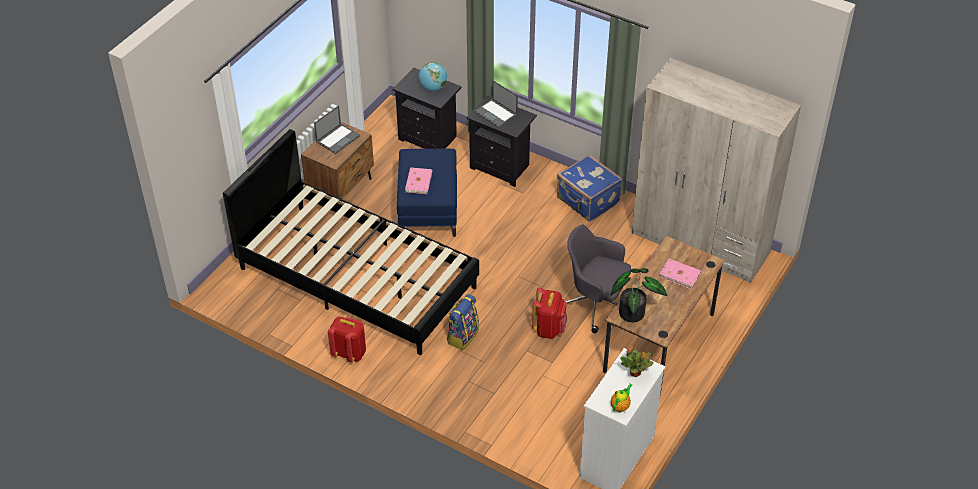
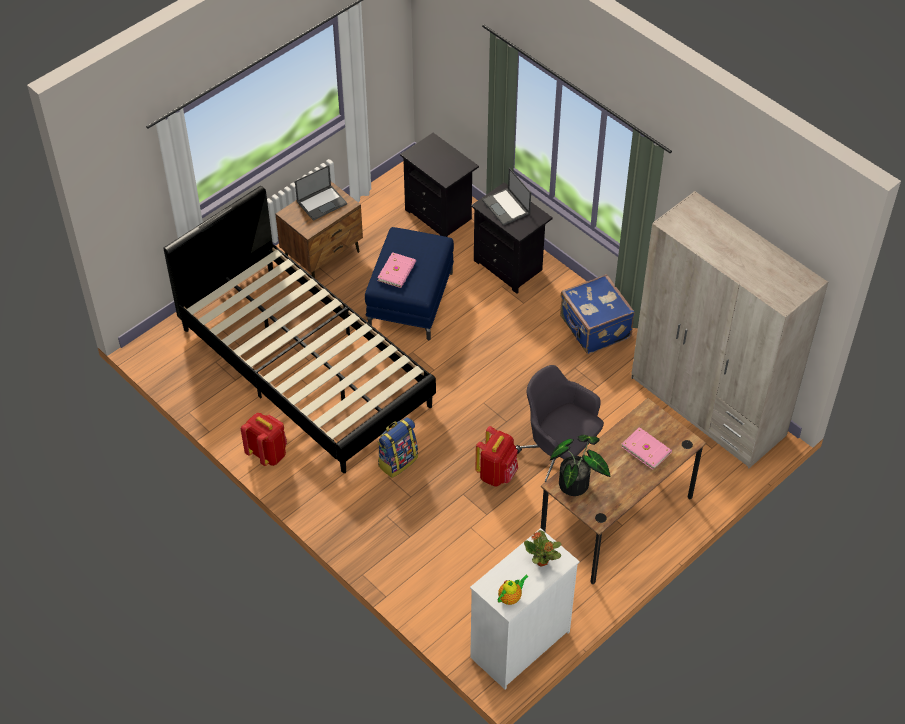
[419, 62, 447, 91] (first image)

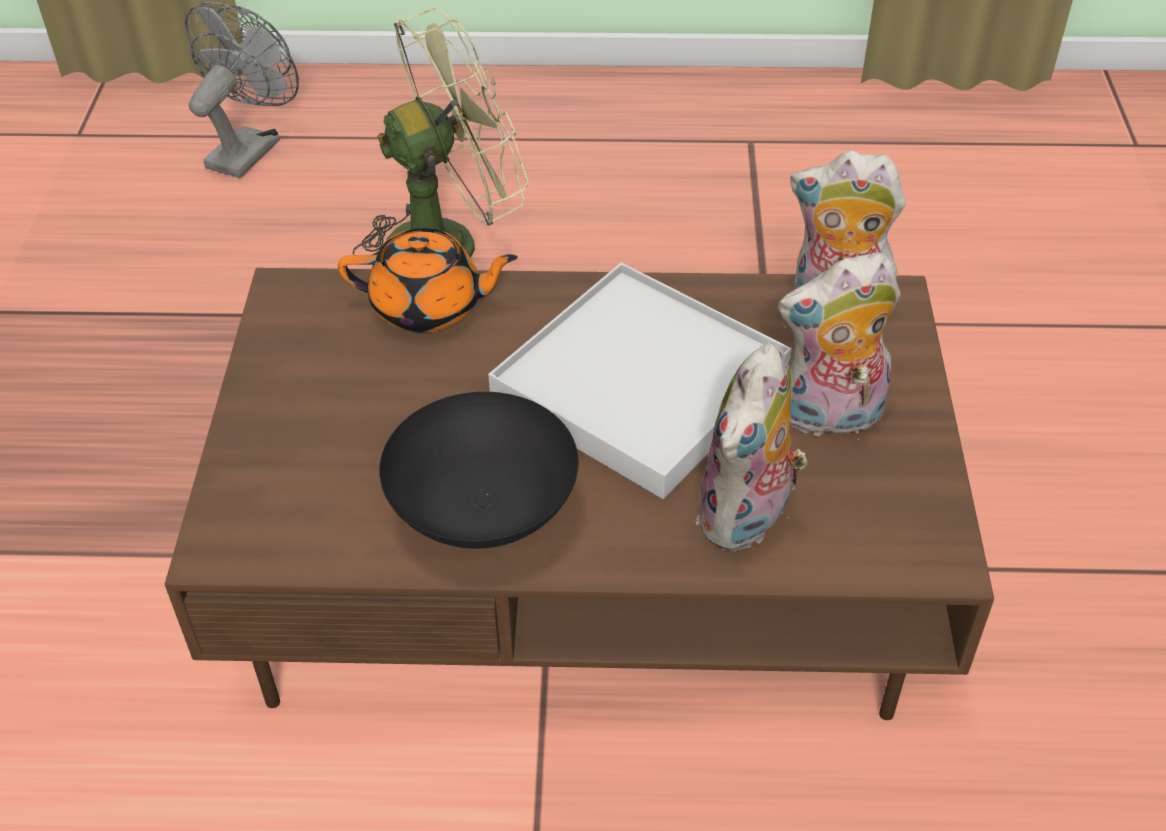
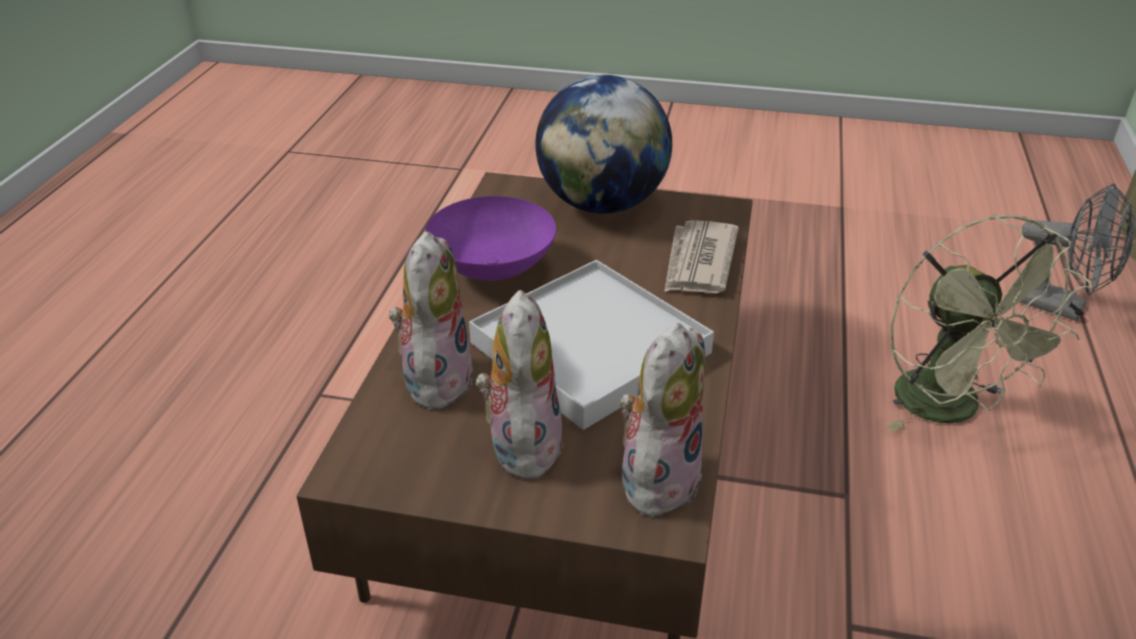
[664, 220, 739, 293]
[425, 196, 556, 281]
[387, 231, 473, 412]
[535, 75, 672, 214]

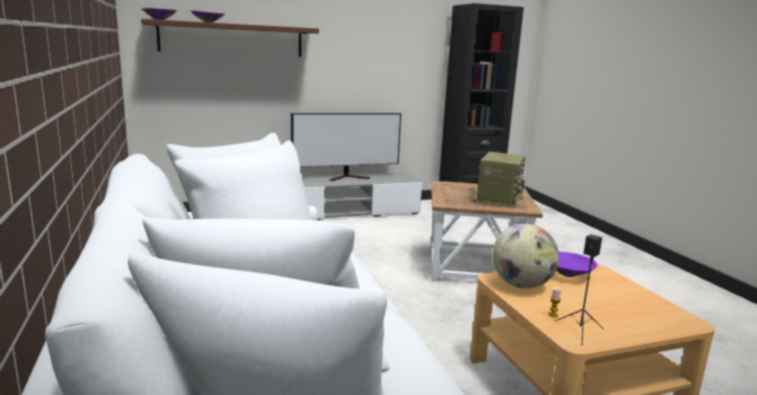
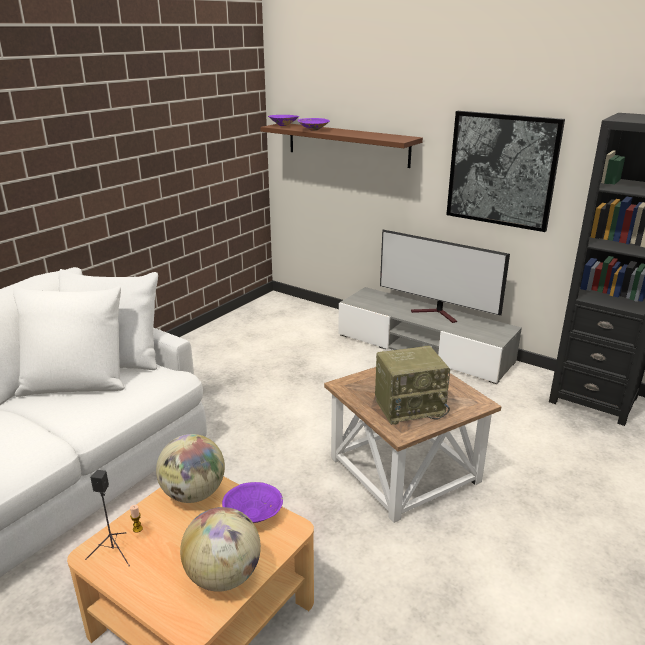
[180, 507, 261, 592]
[446, 111, 565, 232]

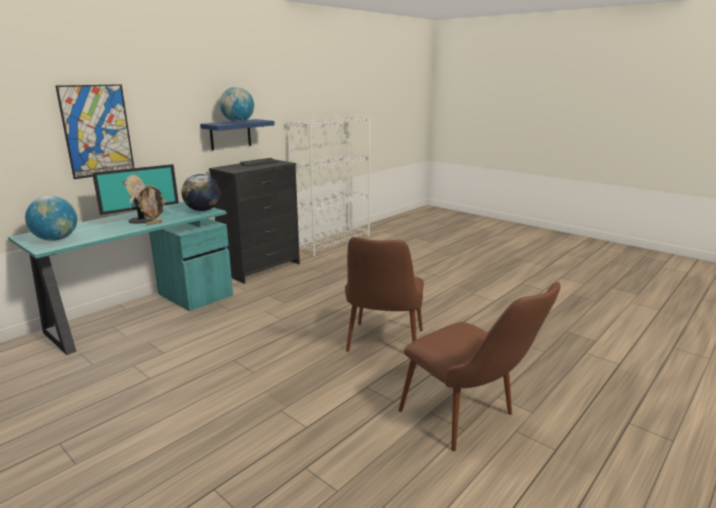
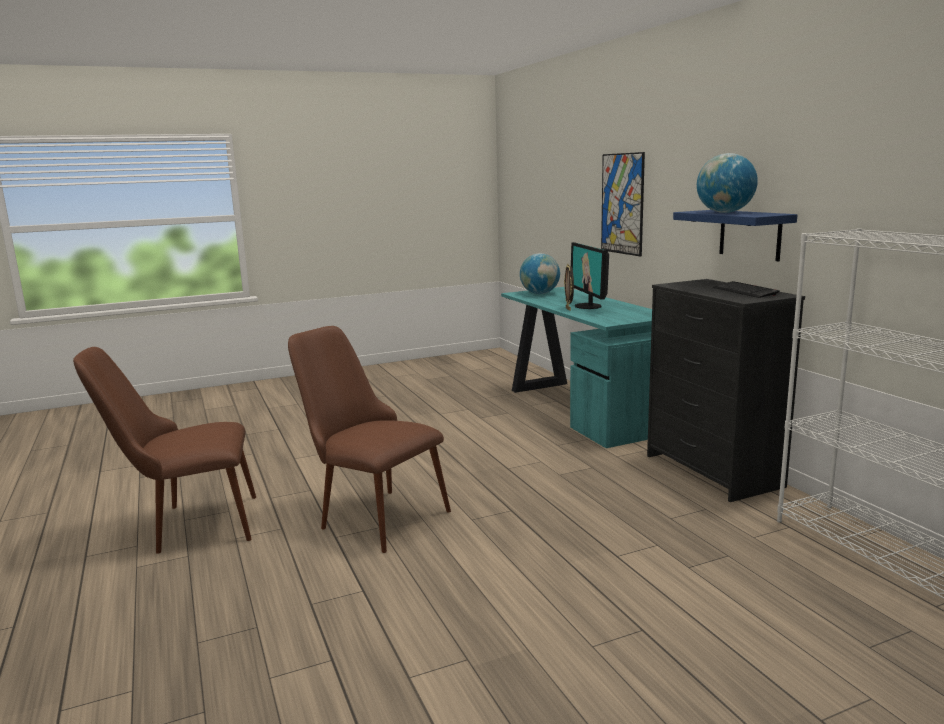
[181, 174, 220, 211] (first image)

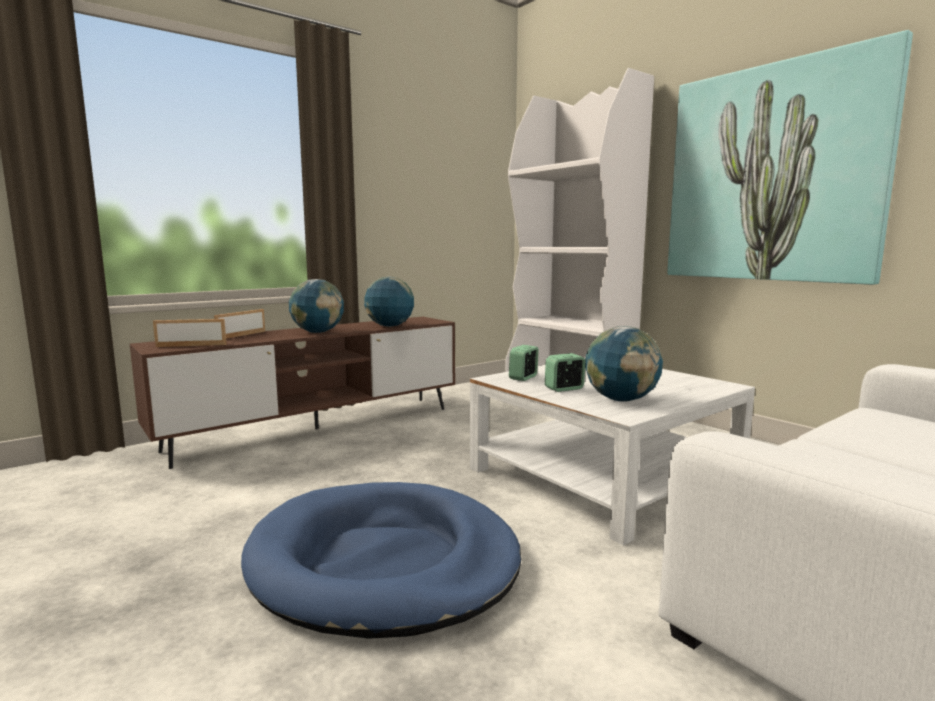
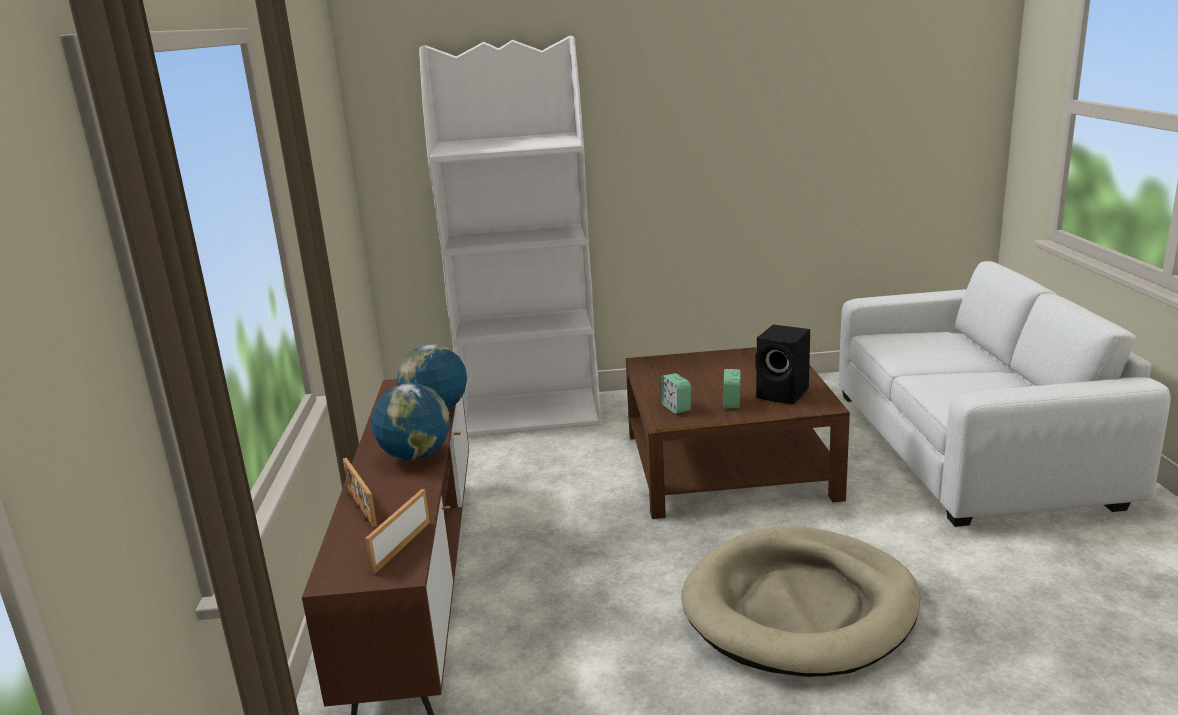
[681, 526, 920, 677]
[626, 347, 850, 519]
[755, 325, 810, 404]
[667, 30, 913, 285] (first image)

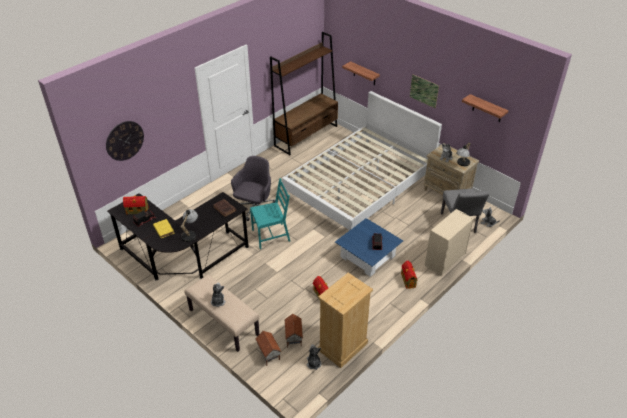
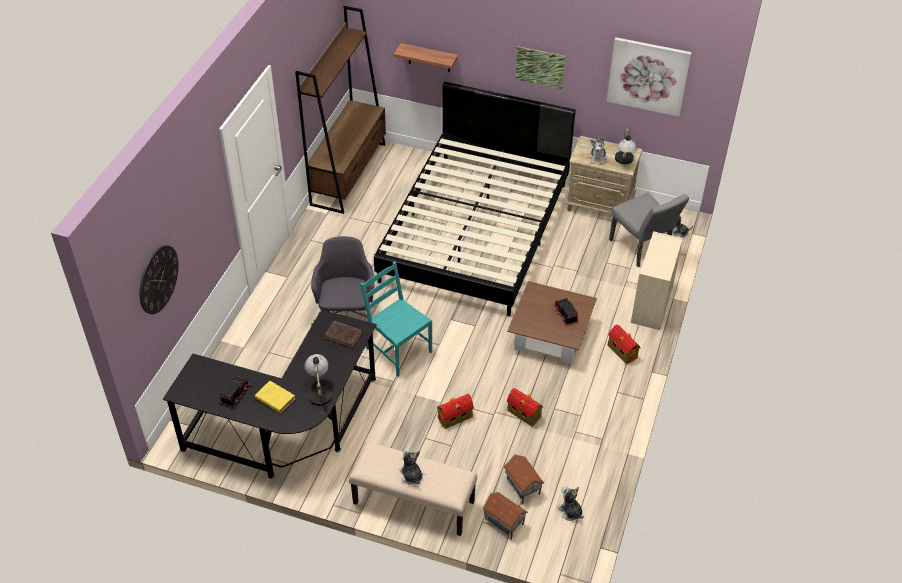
[437, 394, 474, 429]
[360, 261, 432, 376]
[374, 82, 576, 316]
[318, 272, 373, 368] (first image)
[507, 281, 597, 364]
[607, 37, 692, 117]

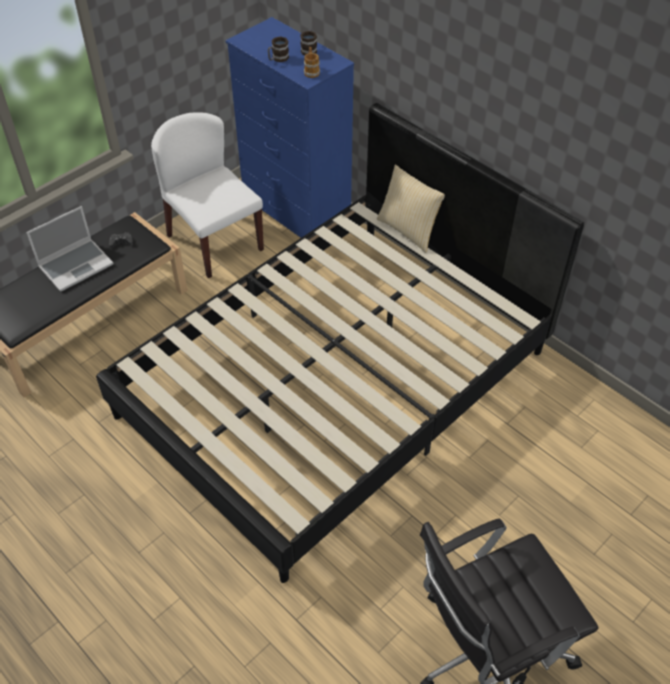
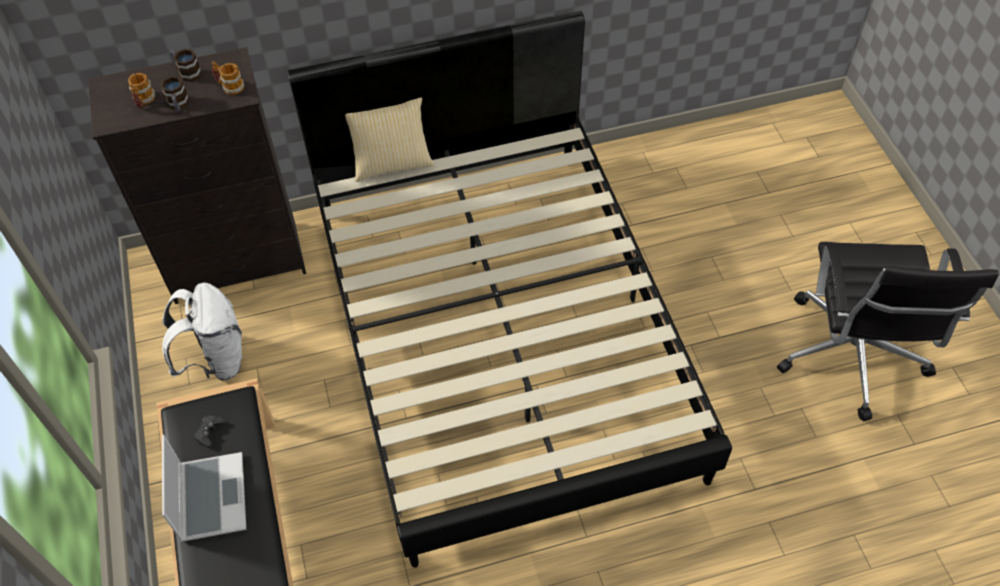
[162, 283, 243, 381]
[88, 47, 306, 304]
[128, 73, 155, 109]

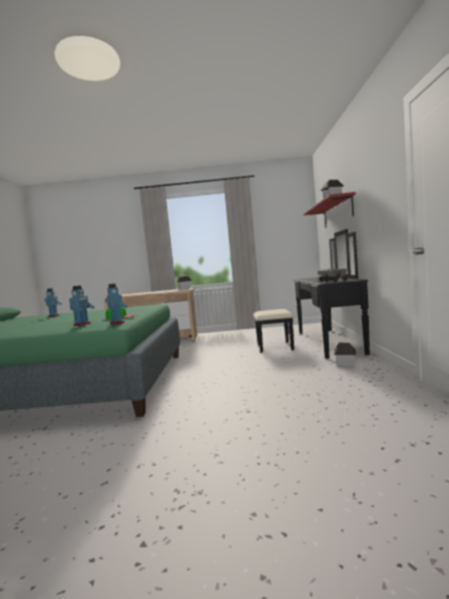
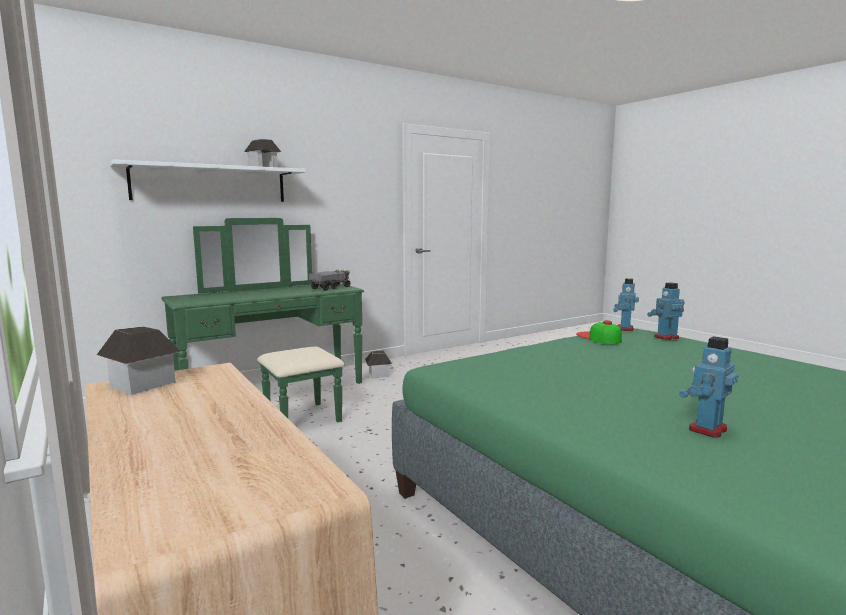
[161, 218, 364, 422]
[110, 159, 306, 202]

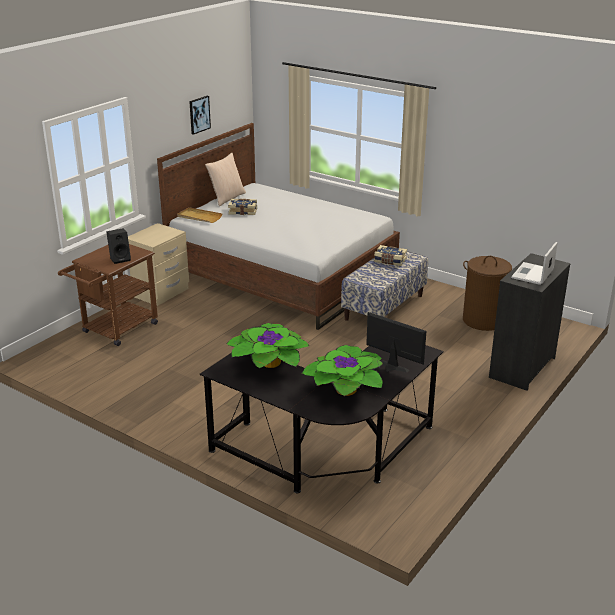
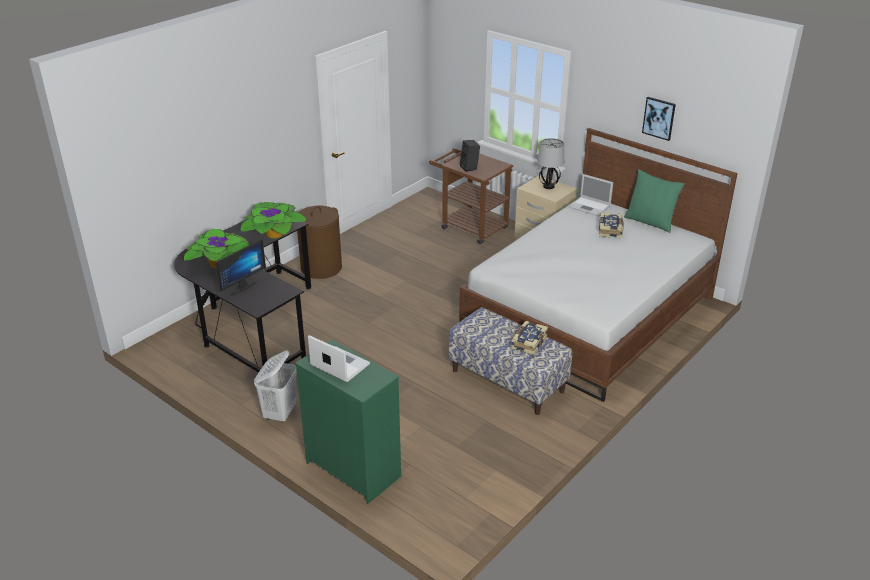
[569, 174, 613, 216]
[624, 169, 685, 233]
[297, 206, 342, 279]
[295, 340, 401, 504]
[254, 351, 297, 422]
[537, 138, 564, 189]

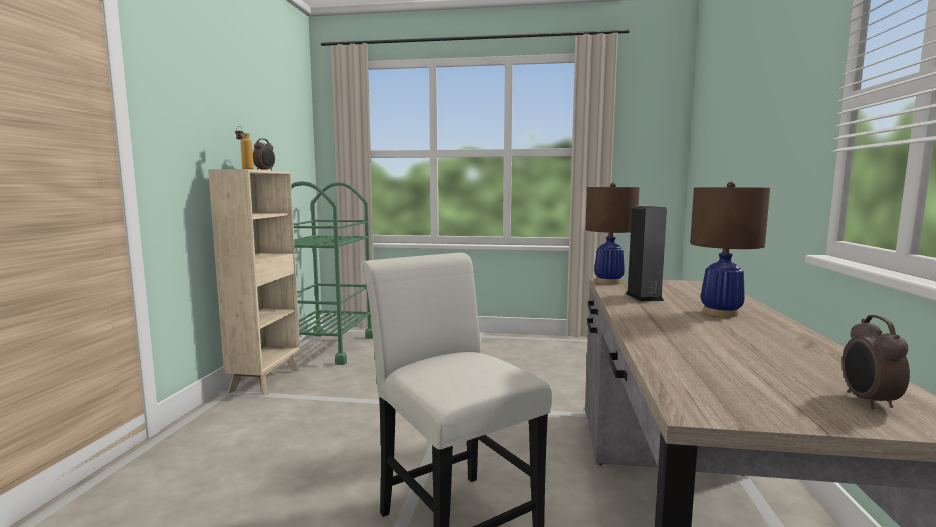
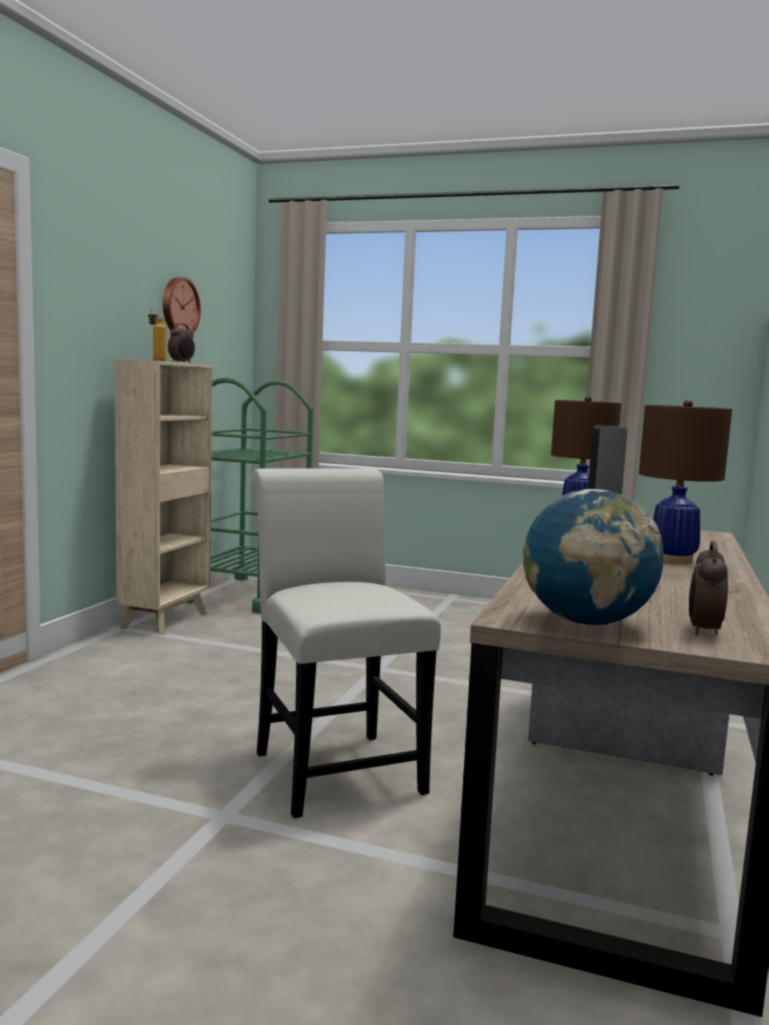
[163, 277, 201, 333]
[523, 489, 664, 626]

